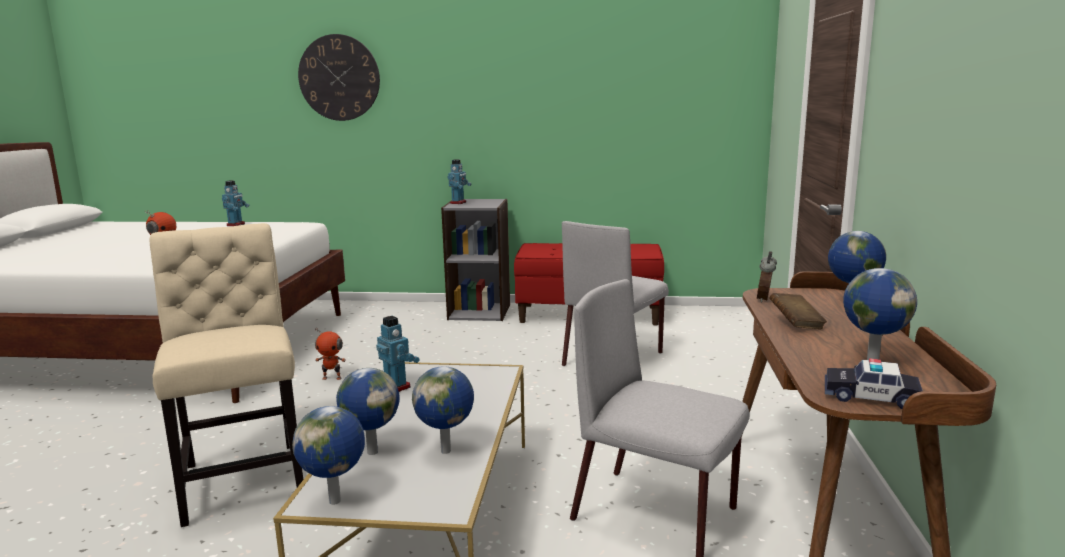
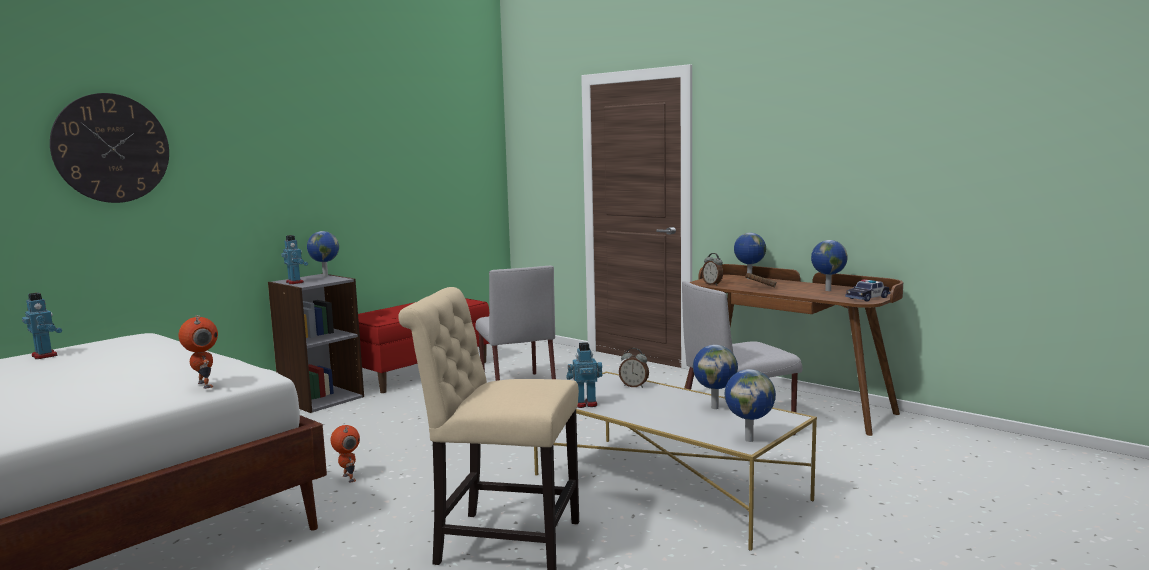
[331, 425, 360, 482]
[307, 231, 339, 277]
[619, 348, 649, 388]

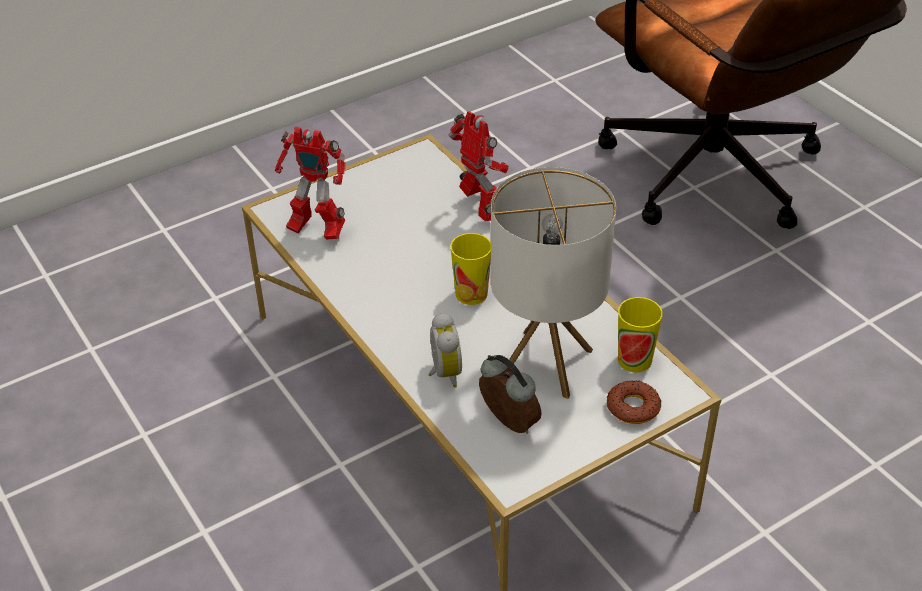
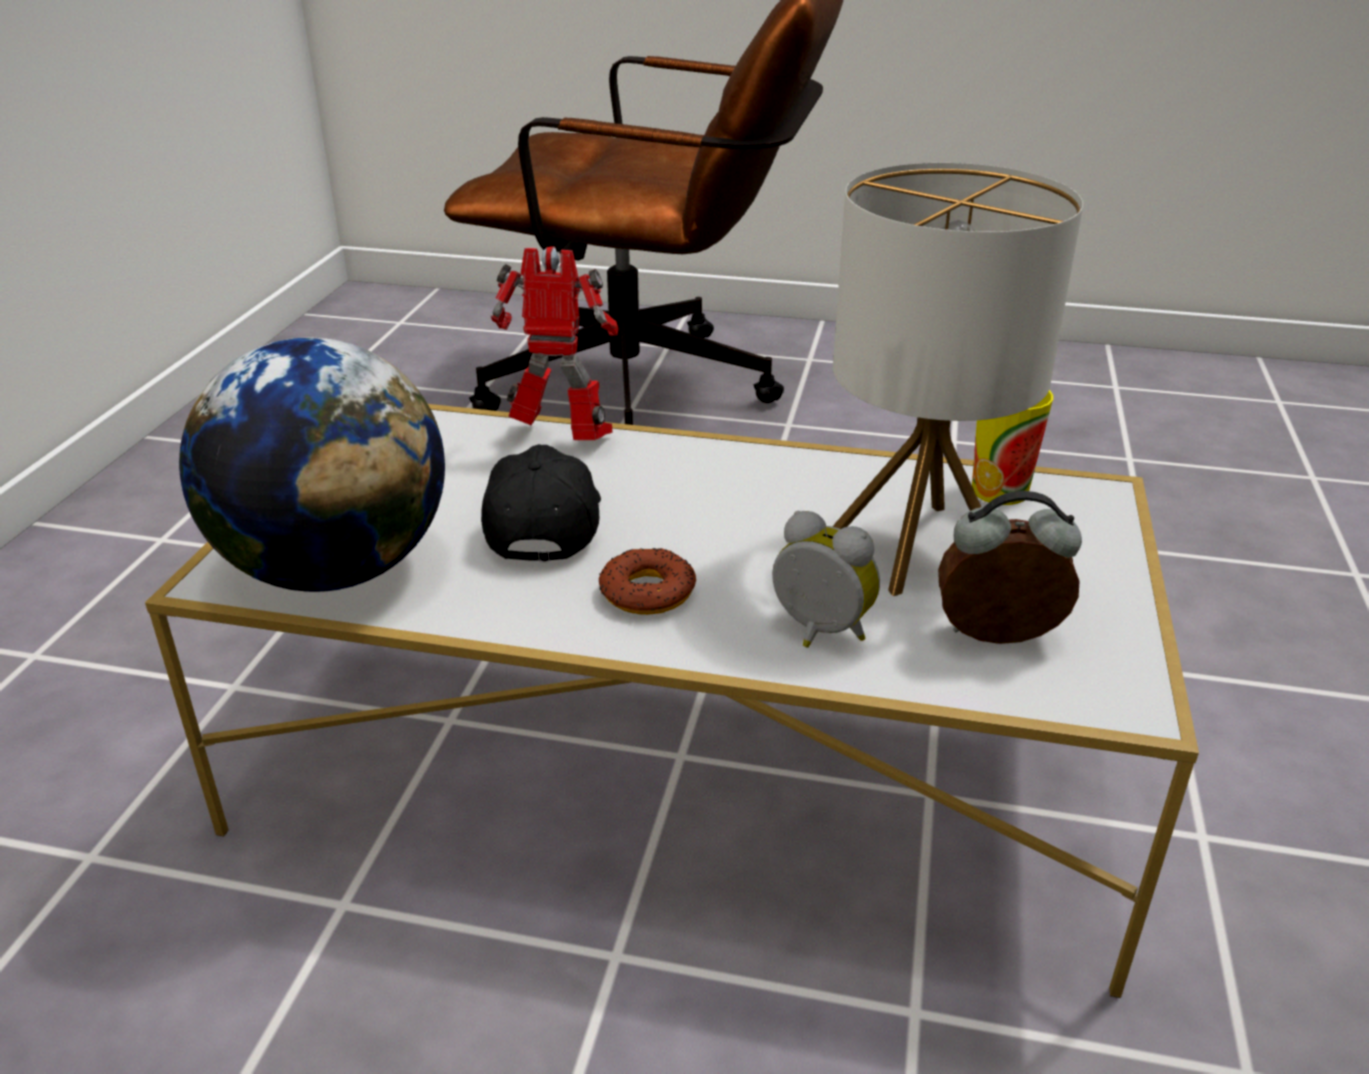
[179, 337, 445, 592]
[450, 233, 491, 305] (first image)
[599, 548, 696, 615]
[481, 444, 601, 563]

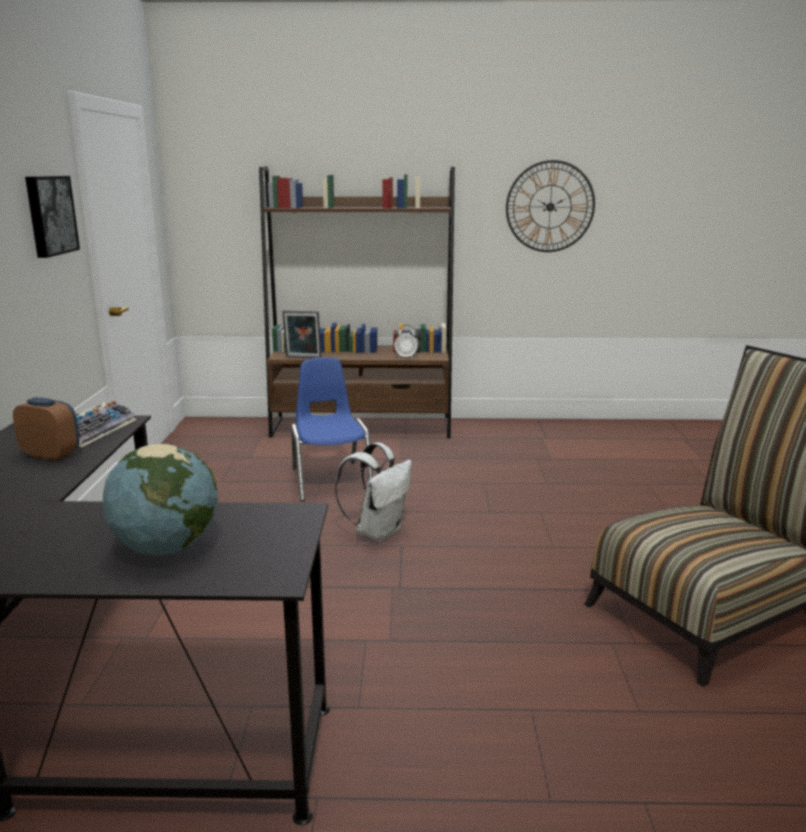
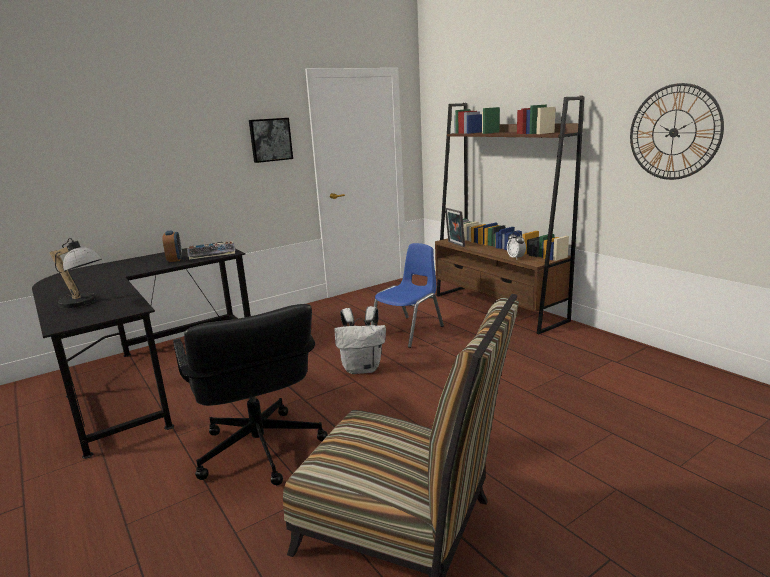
[50, 238, 102, 308]
[173, 304, 328, 485]

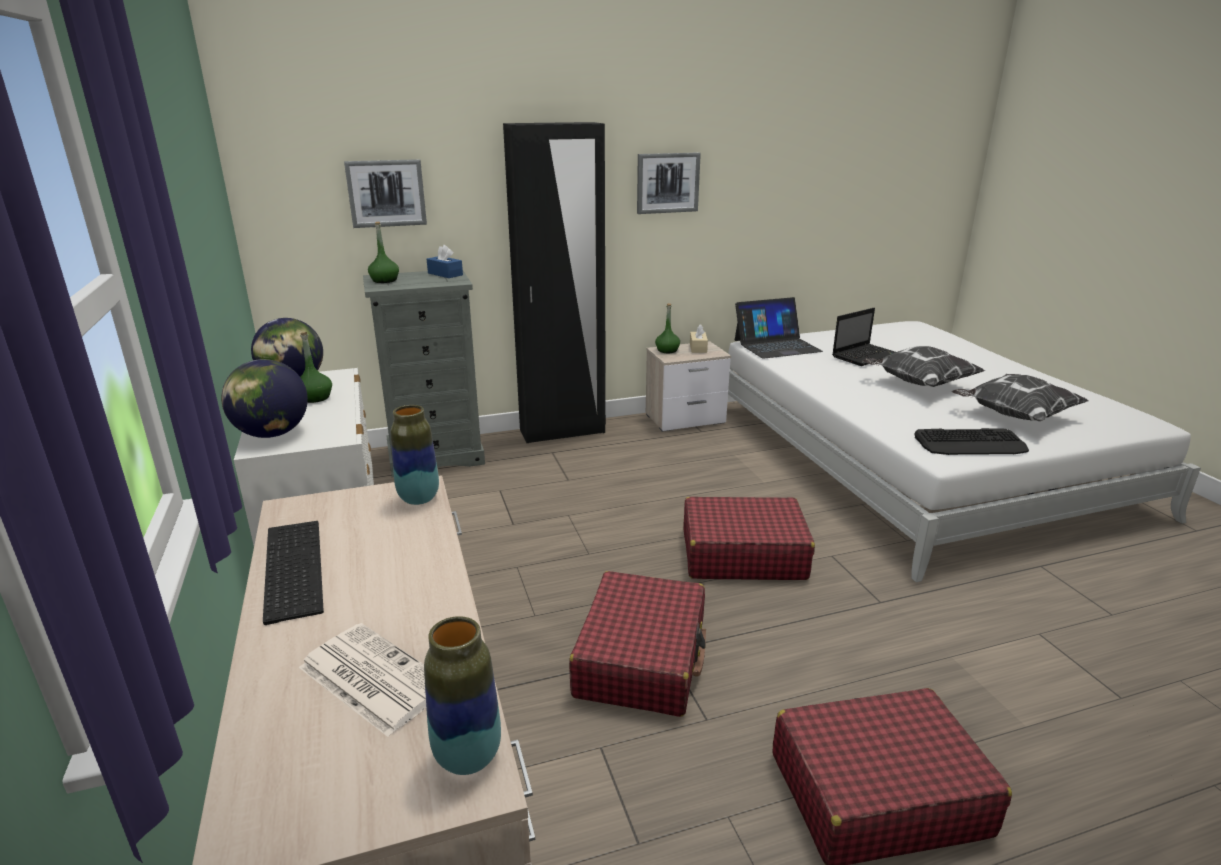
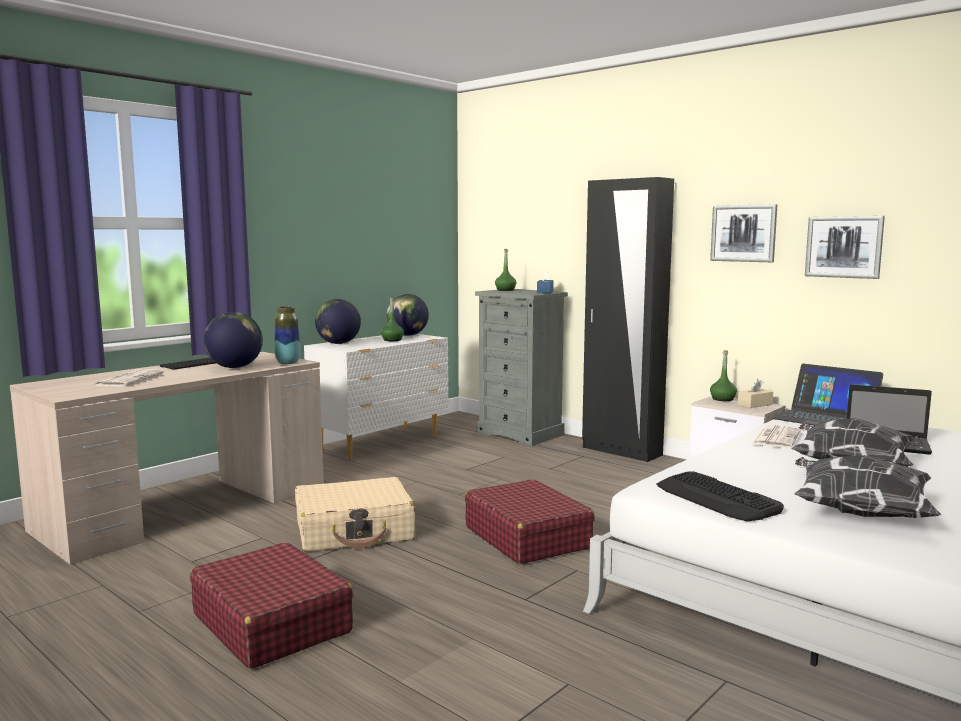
[805, 216, 885, 279]
[424, 616, 501, 775] (first image)
[295, 477, 415, 552]
[204, 312, 263, 368]
[752, 425, 801, 448]

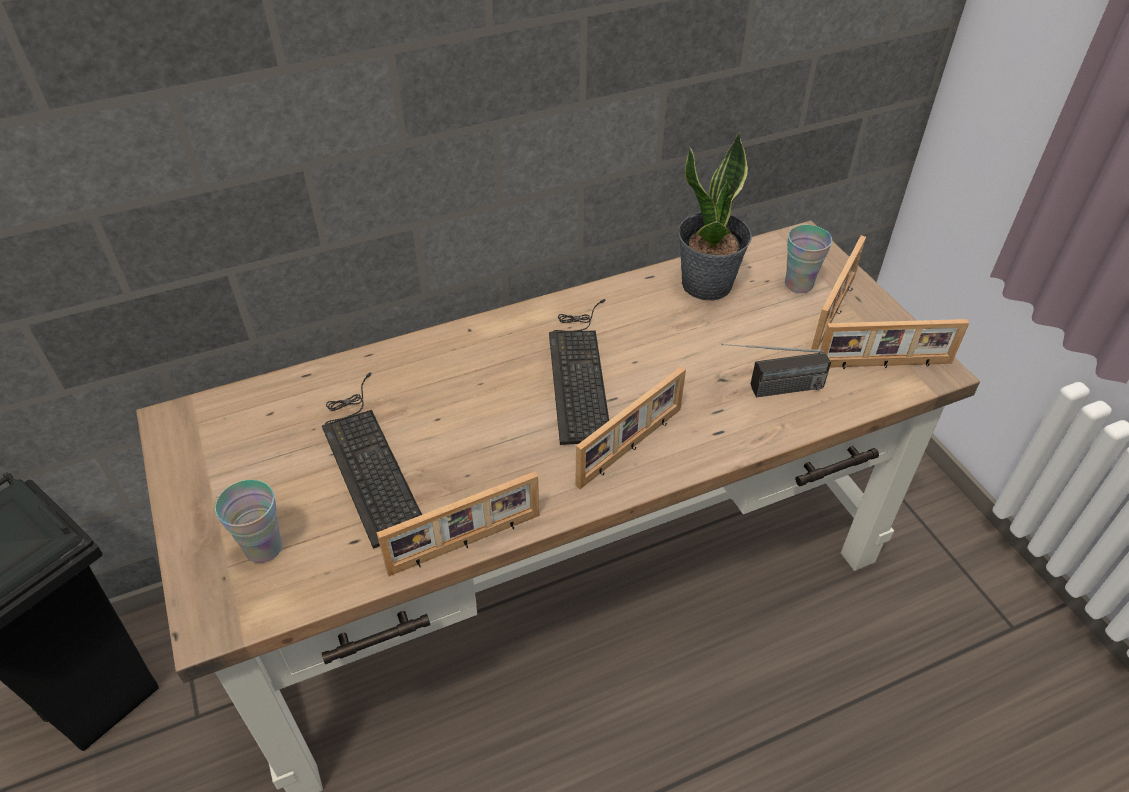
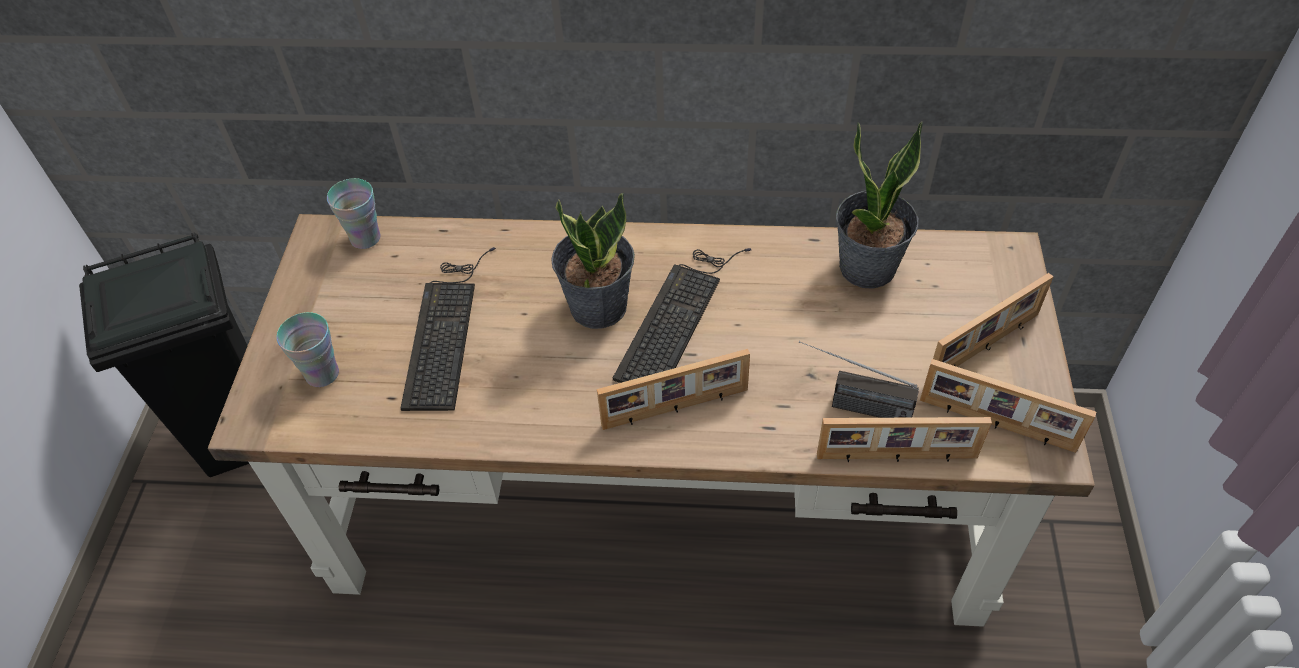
[817, 417, 992, 462]
[327, 178, 381, 249]
[551, 193, 635, 329]

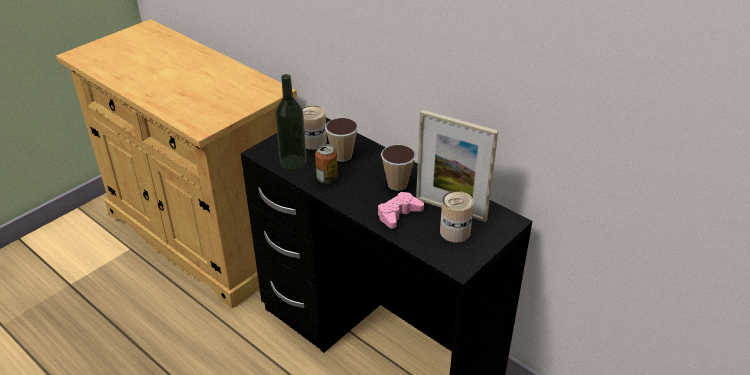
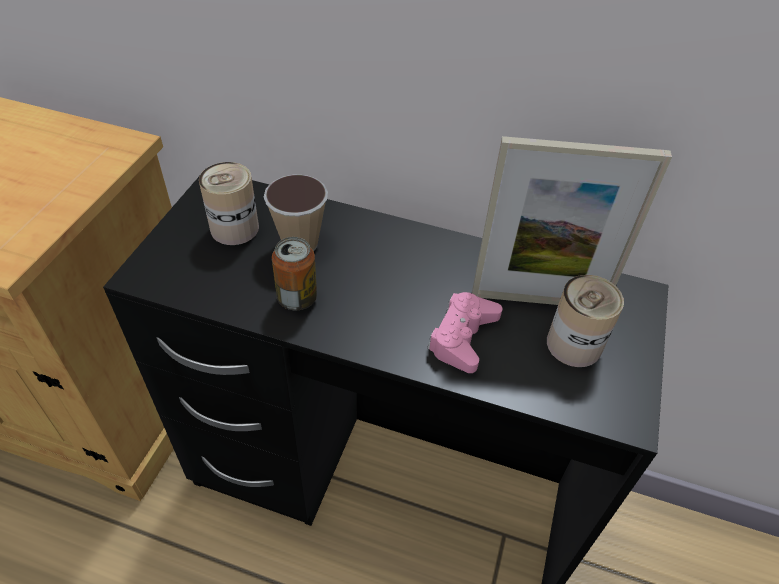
[275, 74, 307, 170] (first image)
[381, 144, 416, 191] (first image)

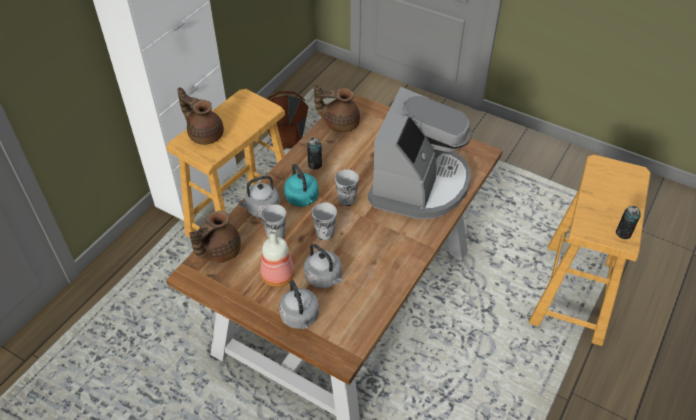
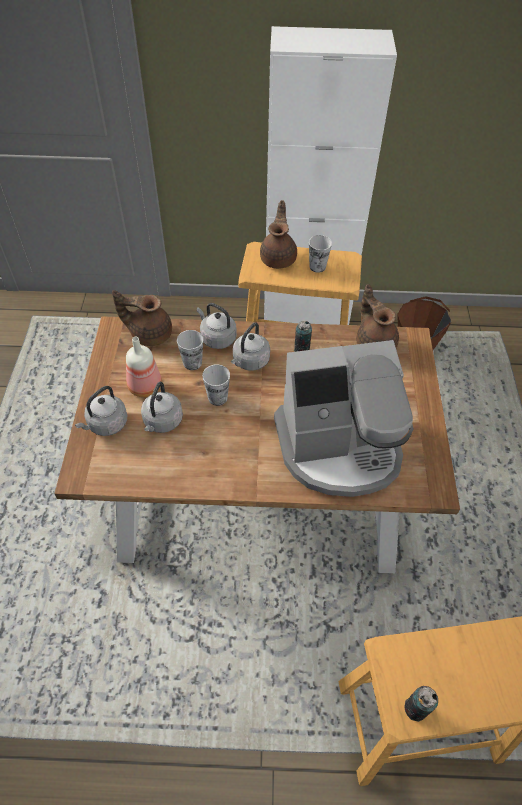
[231, 322, 270, 371]
[309, 235, 332, 273]

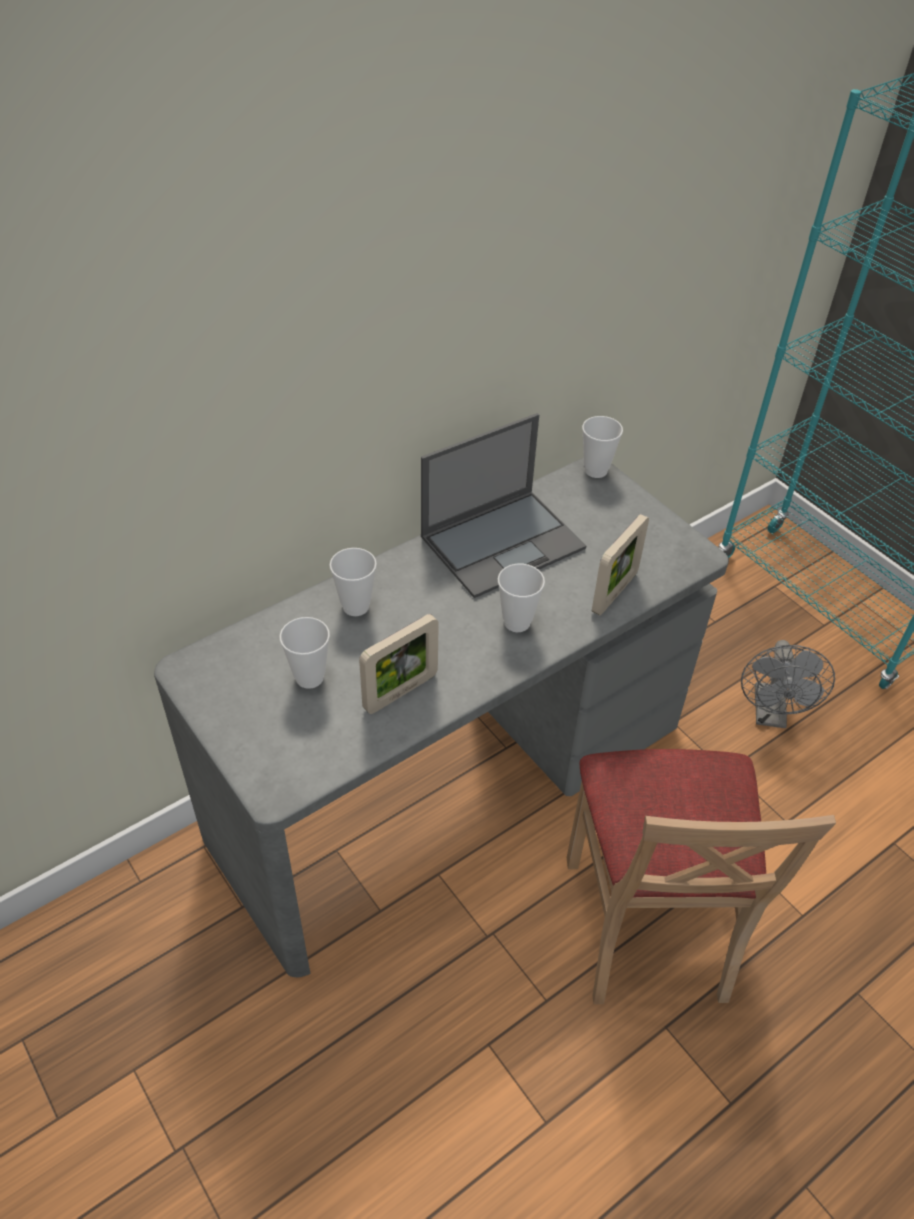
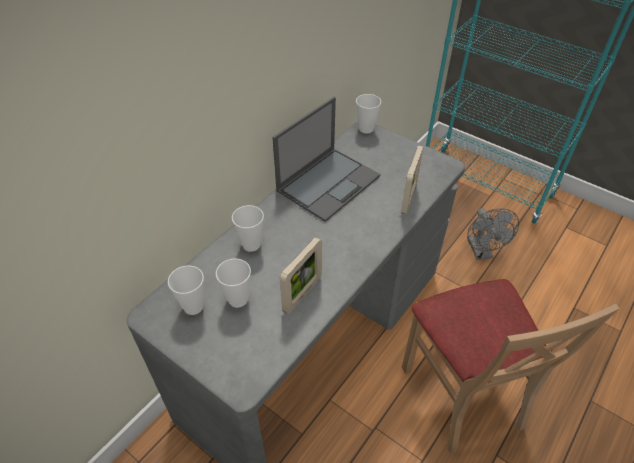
[168, 265, 204, 315]

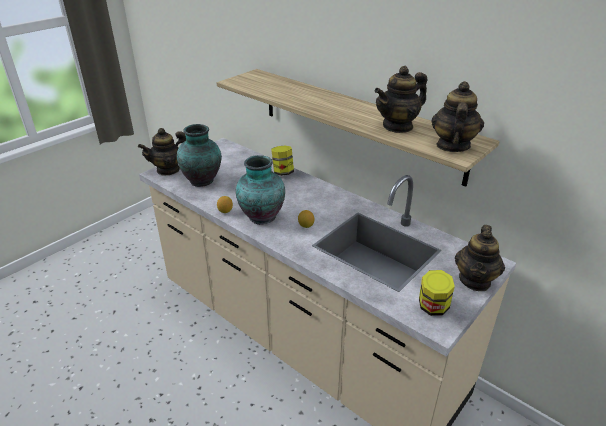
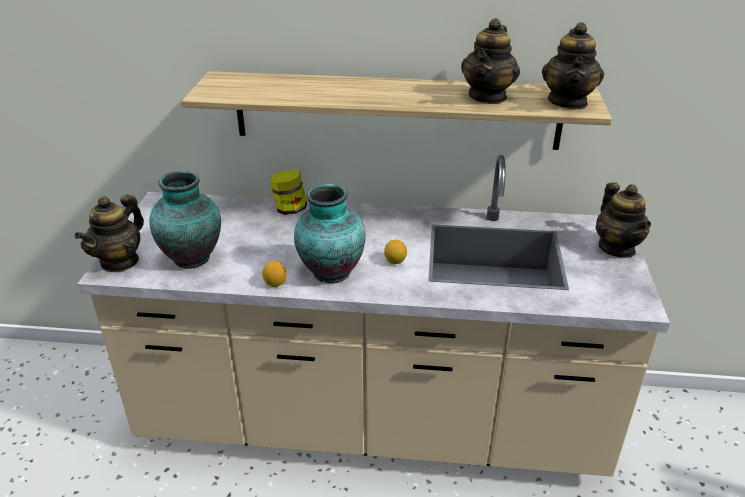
[419, 270, 455, 316] (first image)
[542, 22, 604, 109]

